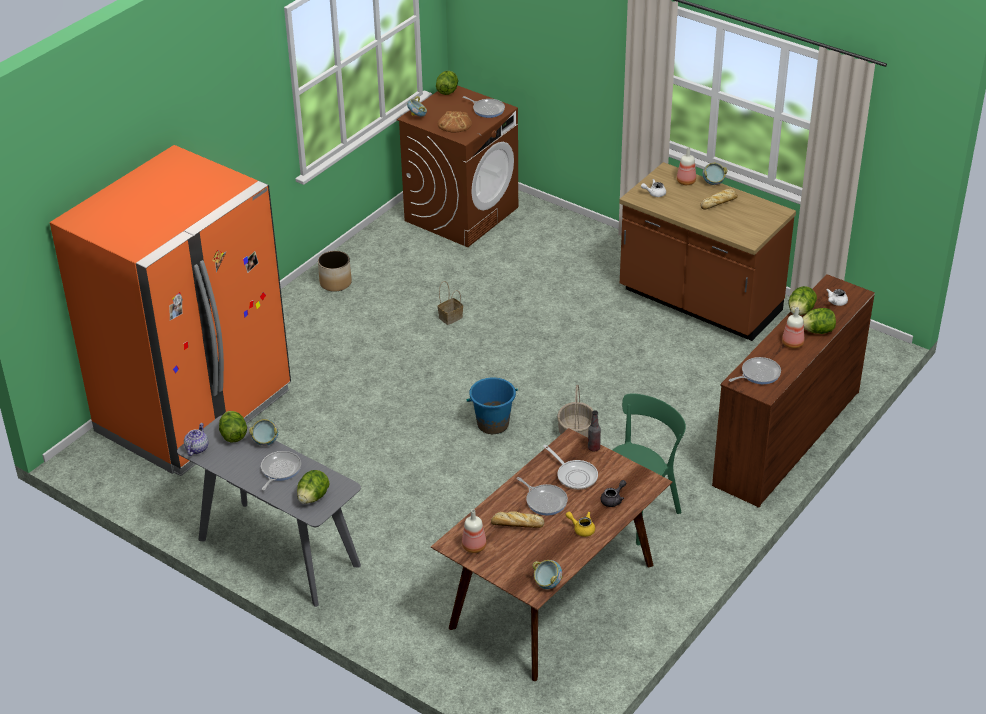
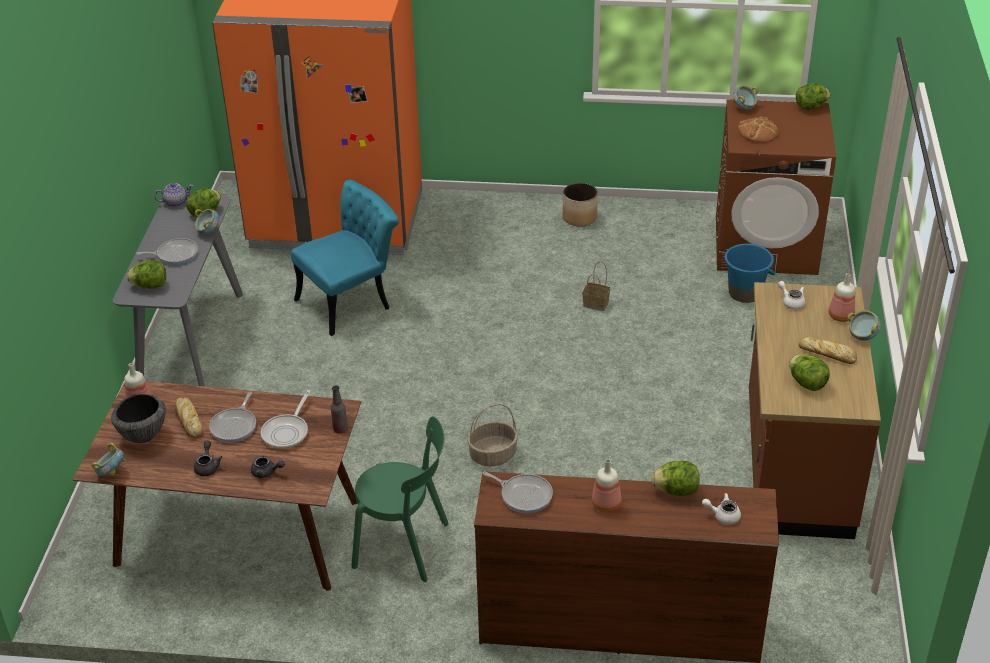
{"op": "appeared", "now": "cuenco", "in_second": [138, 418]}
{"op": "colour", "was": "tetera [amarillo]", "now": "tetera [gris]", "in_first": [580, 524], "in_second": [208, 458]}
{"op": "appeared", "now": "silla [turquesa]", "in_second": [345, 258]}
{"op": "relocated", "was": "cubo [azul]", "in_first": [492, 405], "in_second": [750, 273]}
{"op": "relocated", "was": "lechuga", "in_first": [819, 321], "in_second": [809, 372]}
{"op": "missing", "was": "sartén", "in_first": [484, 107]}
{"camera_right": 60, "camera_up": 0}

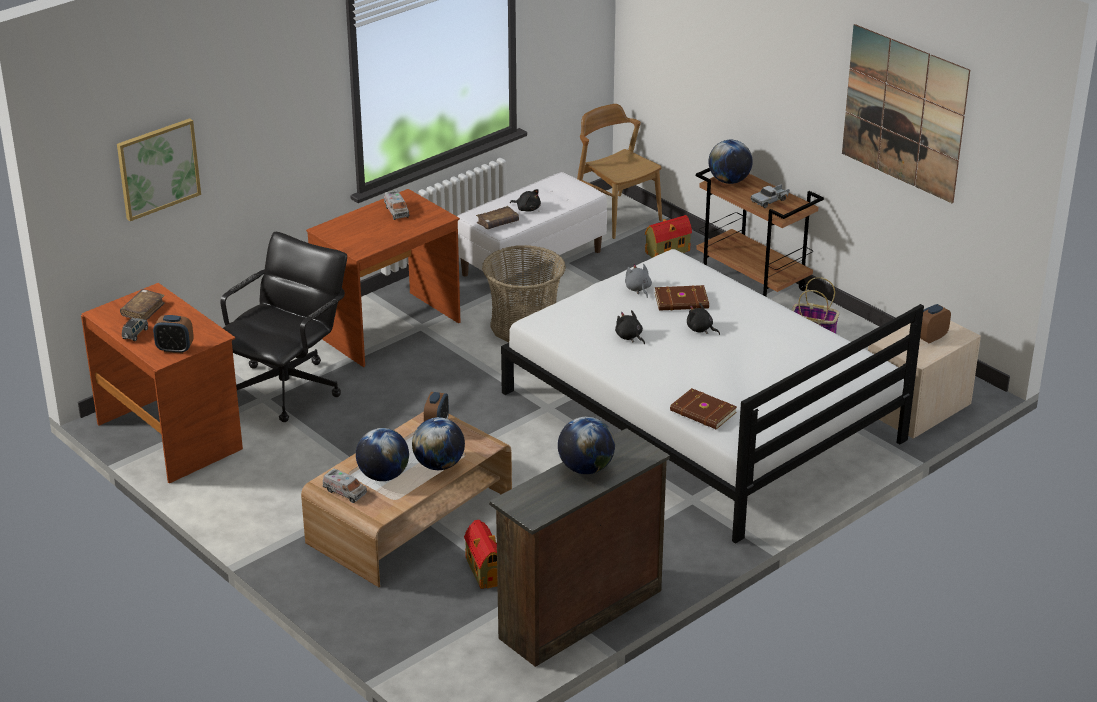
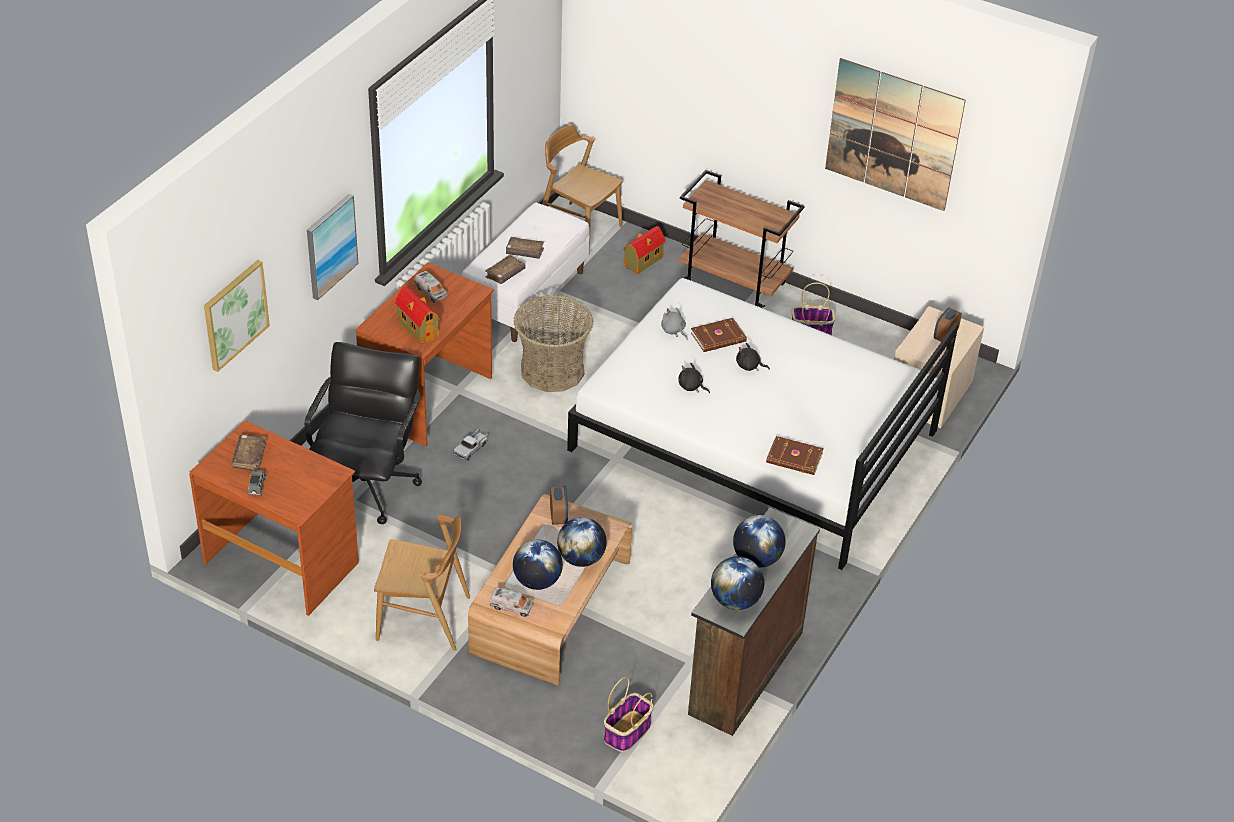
{"op": "appeared", "now": "cuadro", "in_second": [333, 247]}
{"op": "appeared", "now": "silla [marrón]", "in_second": [422, 583]}
{"op": "relocated", "was": "casita", "in_first": [481, 554], "in_second": [417, 315]}
{"op": "relocated", "was": "camión de juguete", "in_first": [770, 196], "in_second": [470, 445]}
{"op": "exchanged", "was": "peluche [negro]", "now": "libro [marrón]", "in_first": [525, 200], "in_second": [525, 248]}
{"op": "appeared", "now": "cesta", "in_second": [628, 714]}
{"op": "relocated", "was": "globo terráqueo", "in_first": [730, 162], "in_second": [737, 583]}
{"op": "missing", "was": "despertador", "in_first": [173, 334]}
{"camera_right": -20, "camera_up": 10}

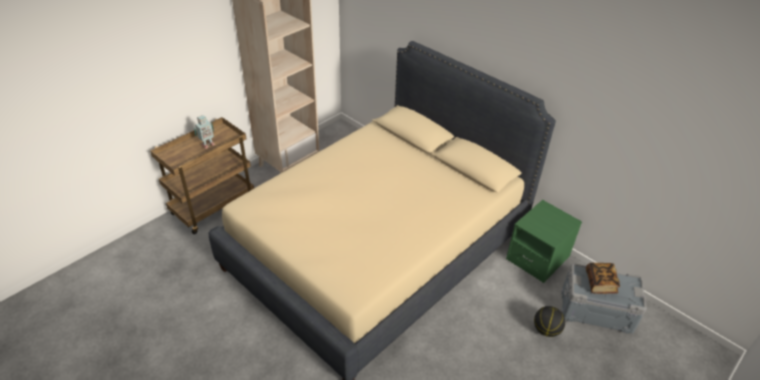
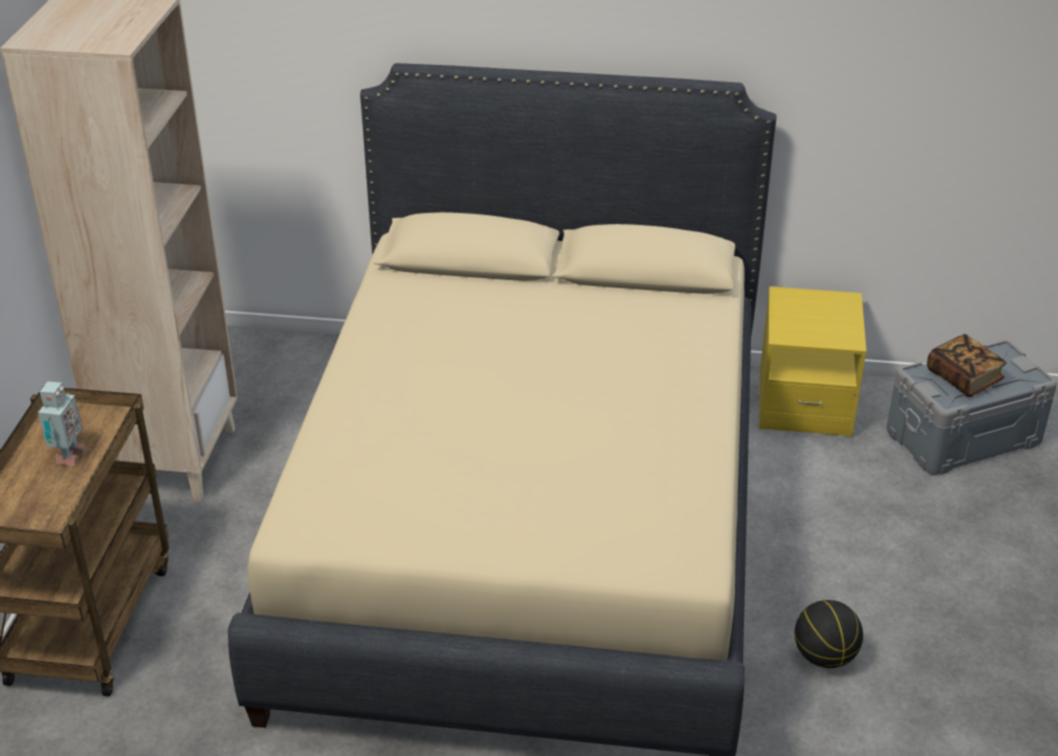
{"op": "colour", "was": "mesita de noche [verde]", "now": "mesita de noche [amarillo]", "in_first": [544, 241], "in_second": [812, 361]}
{"op": "relocated", "was": "balón de baloncesto", "in_first": [549, 321], "in_second": [829, 634]}
{"camera_right": -35, "camera_up": -5}

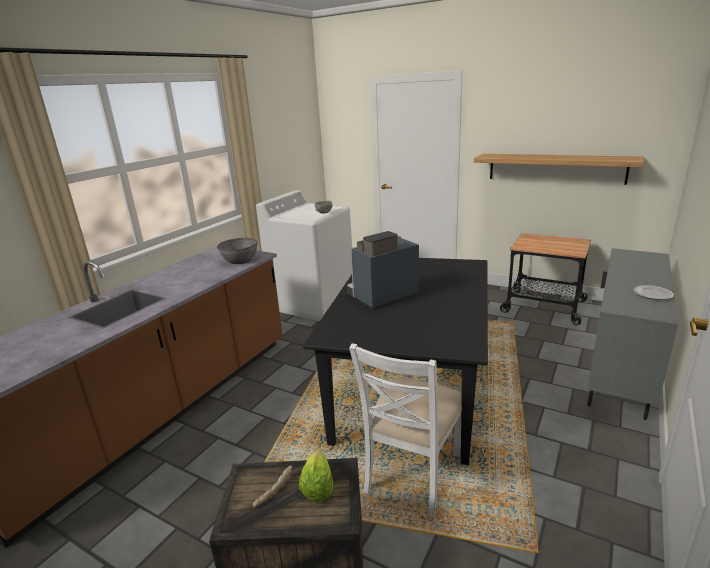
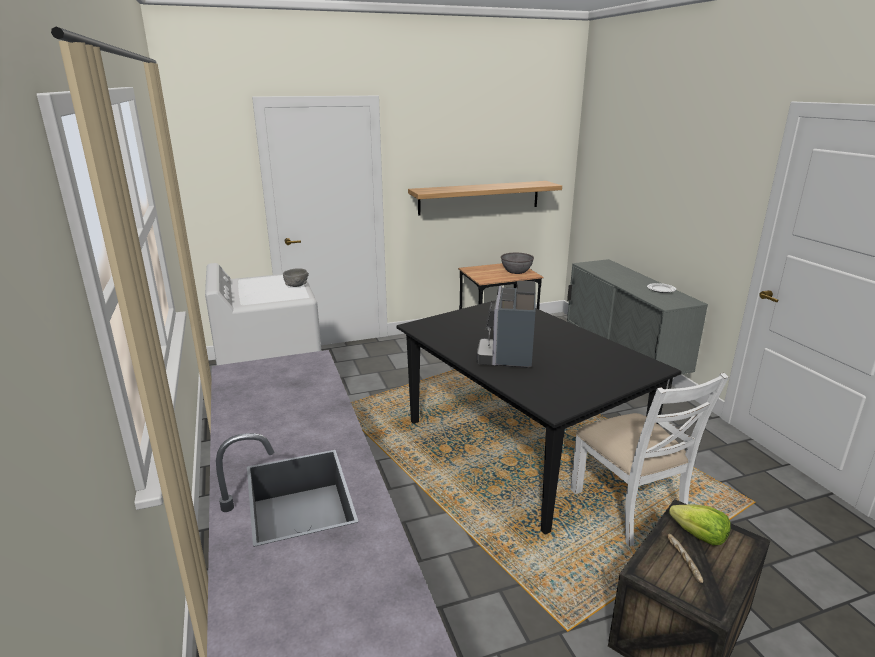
{"op": "relocated", "was": "cuenco [gris]", "in_first": [237, 251], "in_second": [517, 263]}
{"camera_right": -50, "camera_up": 0}

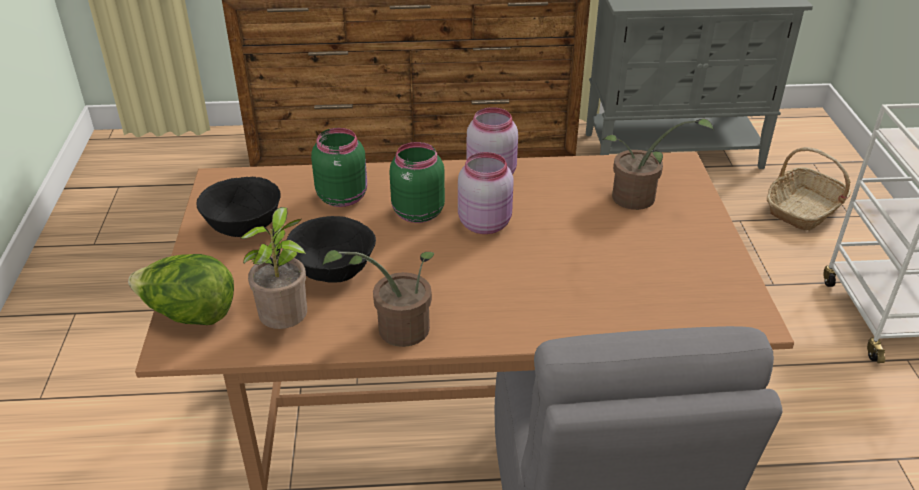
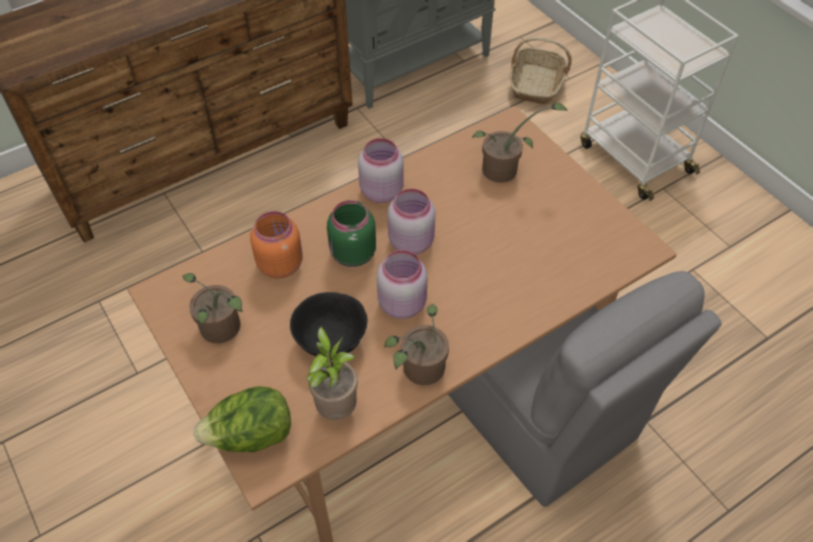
{"op": "exchanged", "was": "cuenco [negro]", "now": "planta en maceta", "in_first": [238, 207], "in_second": [212, 308]}
{"op": "colour", "was": "tarro [verde]", "now": "tarro [naranja]", "in_first": [339, 167], "in_second": [276, 245]}
{"op": "appeared", "now": "tarro [rosa]", "in_second": [402, 284]}
{"camera_right": -30, "camera_up": 15}

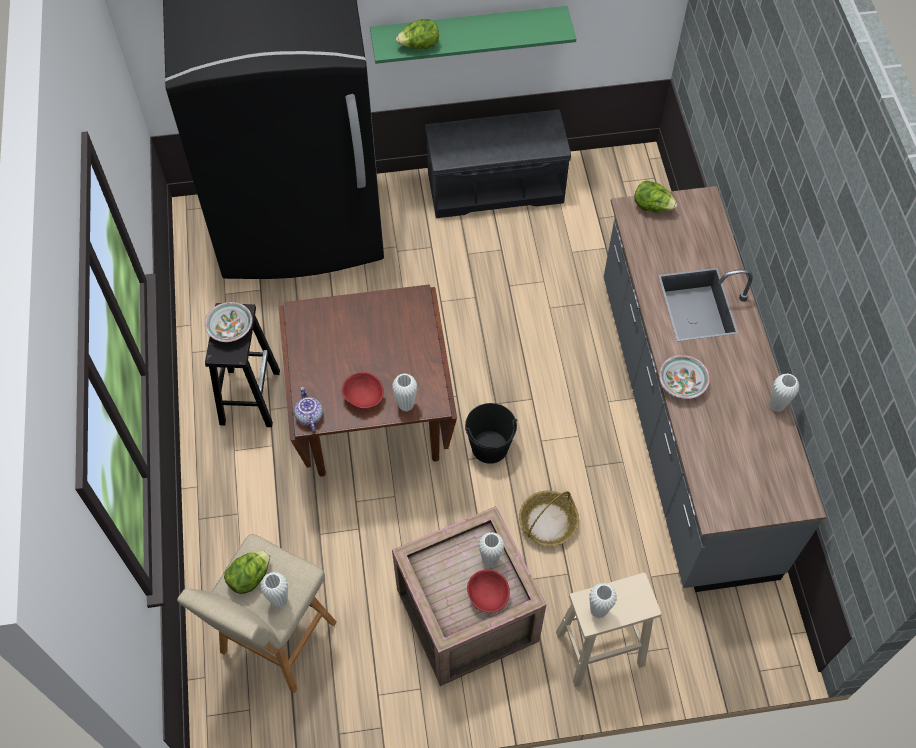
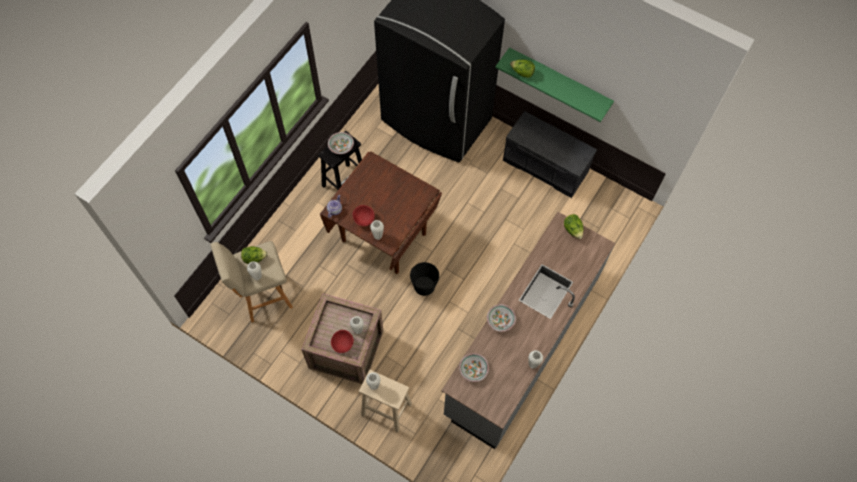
{"op": "appeared", "now": "cuenco", "in_second": [474, 367]}
{"op": "missing", "was": "cesta", "in_first": [549, 518]}
{"camera_right": 40, "camera_up": 5}

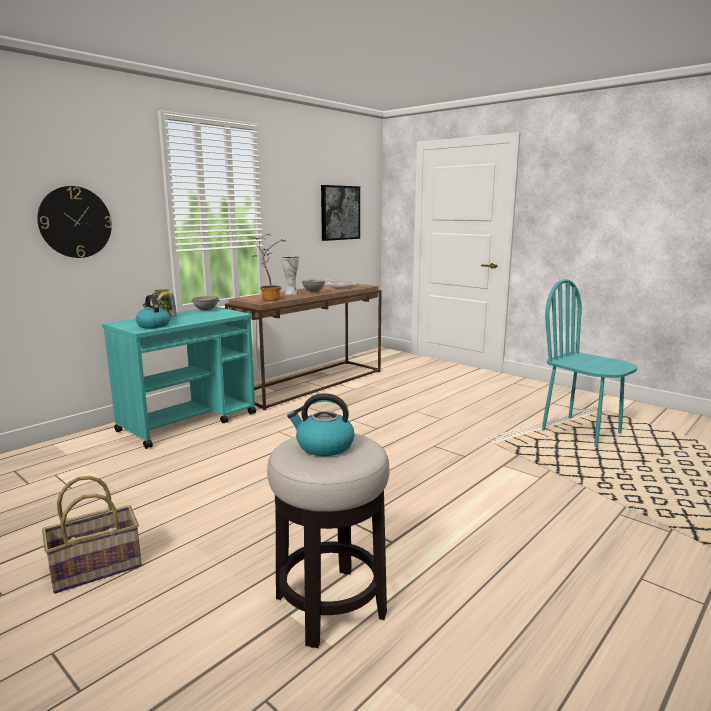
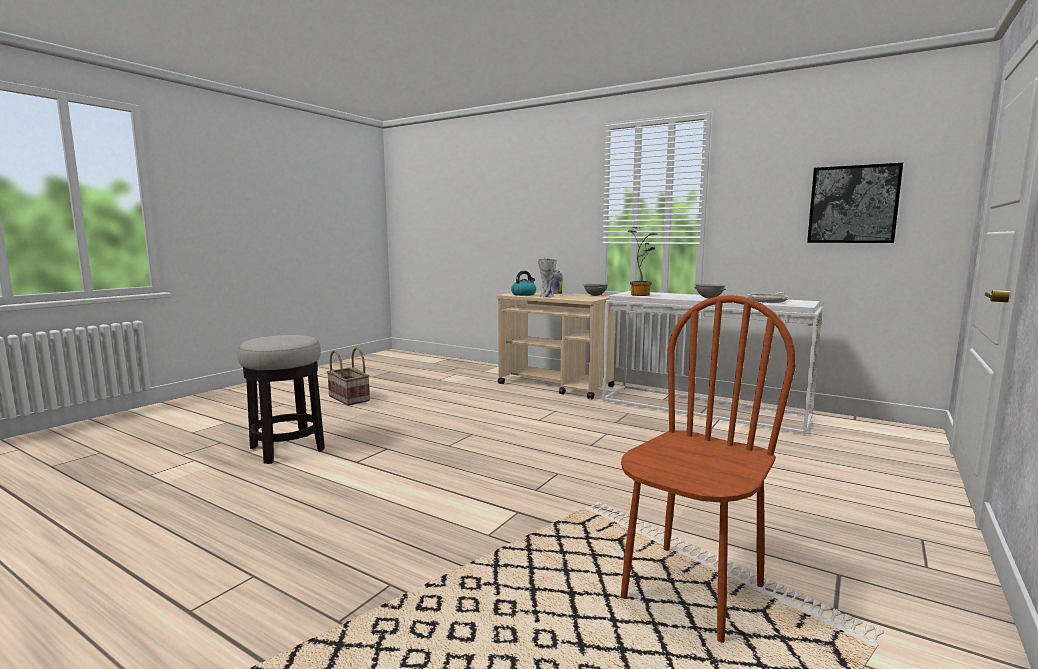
{"op": "colour", "was": "carrito [turquesa]", "now": "carrito [beis]", "in_first": [179, 378], "in_second": [556, 345]}
{"op": "relocated", "was": "florero", "in_first": [290, 275], "in_second": [547, 278]}
{"op": "colour", "was": "mesa consola [marrón]", "now": "mesa consola [blanco]", "in_first": [303, 346], "in_second": [712, 363]}
{"op": "colour", "was": "silla [turquesa]", "now": "silla [marrón]", "in_first": [589, 363], "in_second": [708, 469]}
{"op": "missing", "was": "reloj de pared", "in_first": [74, 222]}
{"op": "missing", "was": "hervidor", "in_first": [321, 424]}
{"camera_right": 80, "camera_up": -5}

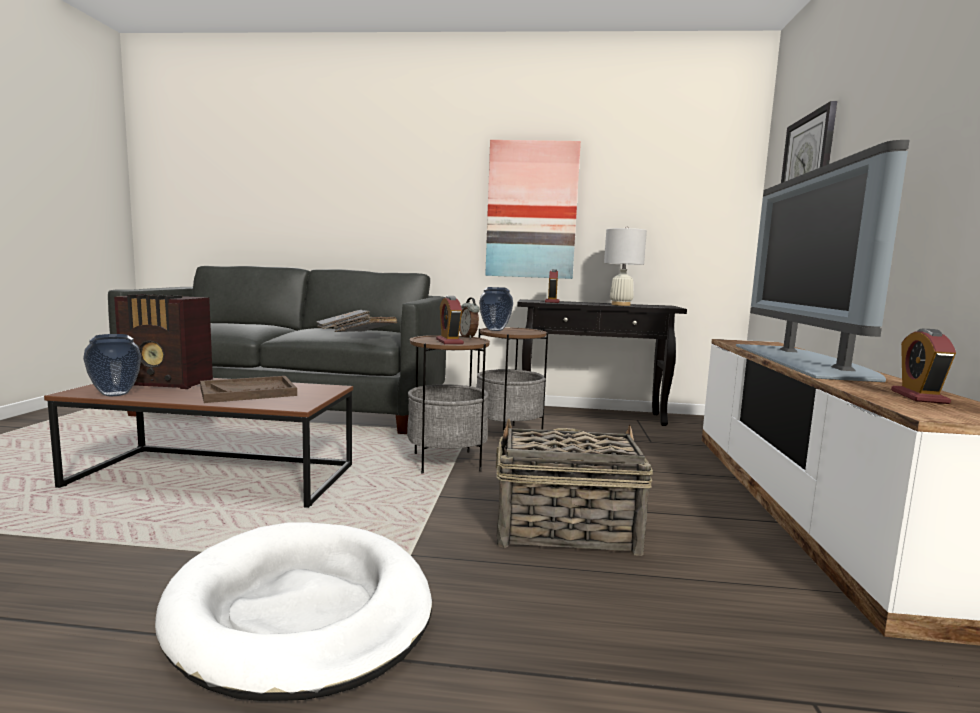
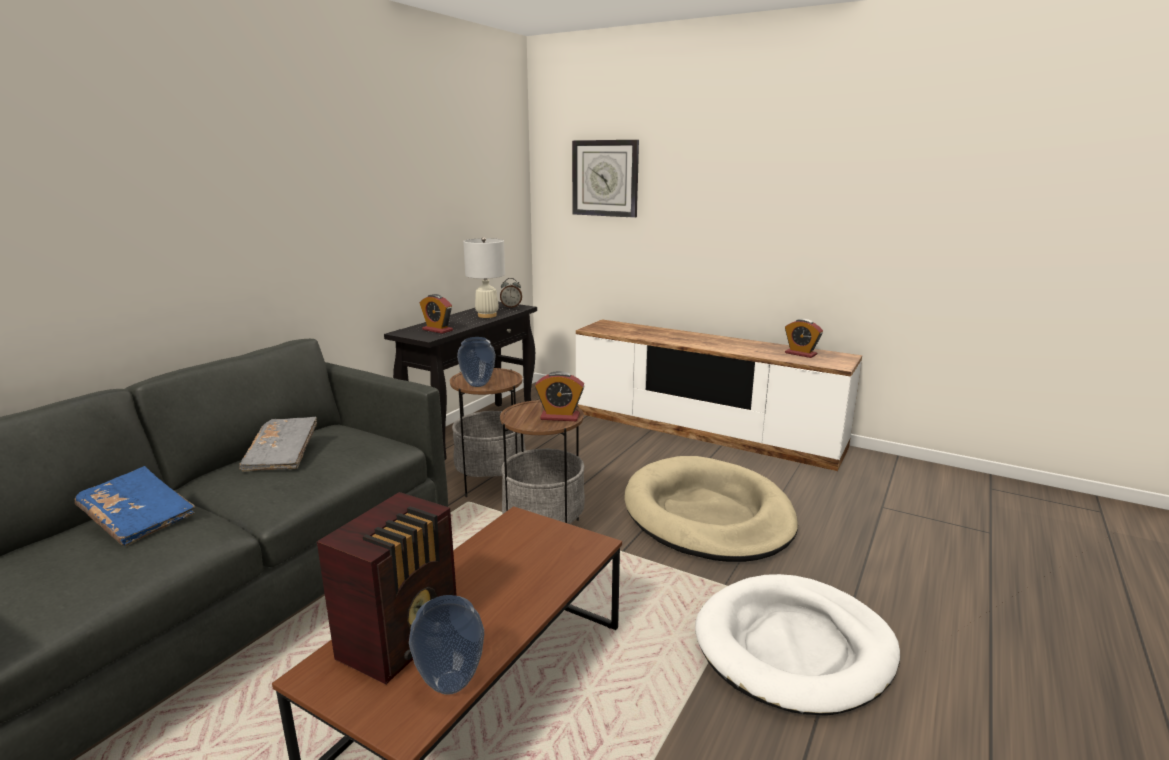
{"op": "appeared", "now": "libro [azul]", "in_second": [134, 506]}
{"op": "relocated", "was": "despertador", "in_first": [469, 318], "in_second": [511, 293]}
{"op": "exchanged", "was": "cesta", "now": "cama para perro [beis]", "in_first": [574, 487], "in_second": [711, 509]}
{"op": "missing", "was": "bandeja [marrón]", "in_first": [248, 389]}
{"op": "missing", "was": "libro [gris]", "in_first": [366, 324]}
{"op": "missing", "was": "cuadro", "in_first": [533, 209]}
{"op": "missing", "was": "televisor", "in_first": [823, 261]}
{"camera_right": -65, "camera_up": 10}

